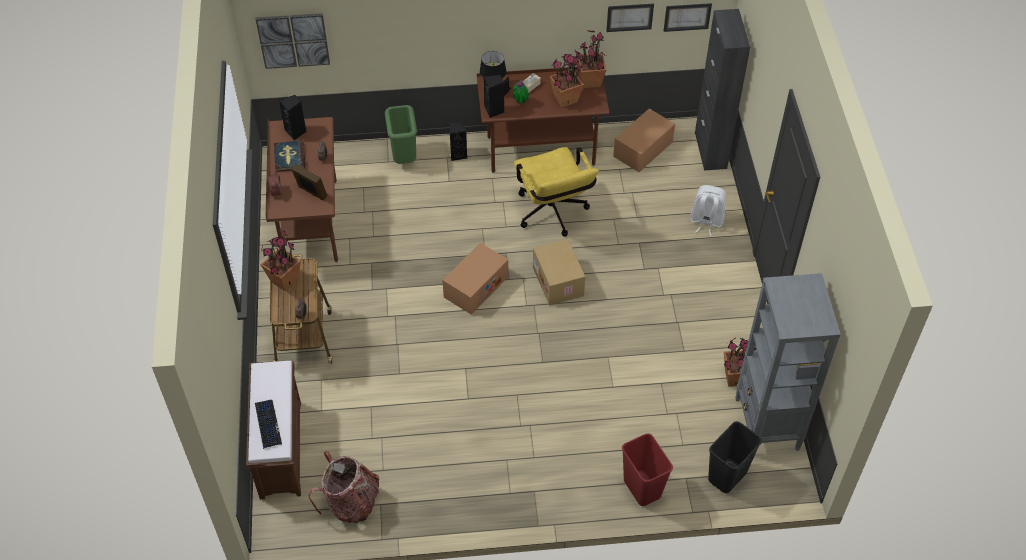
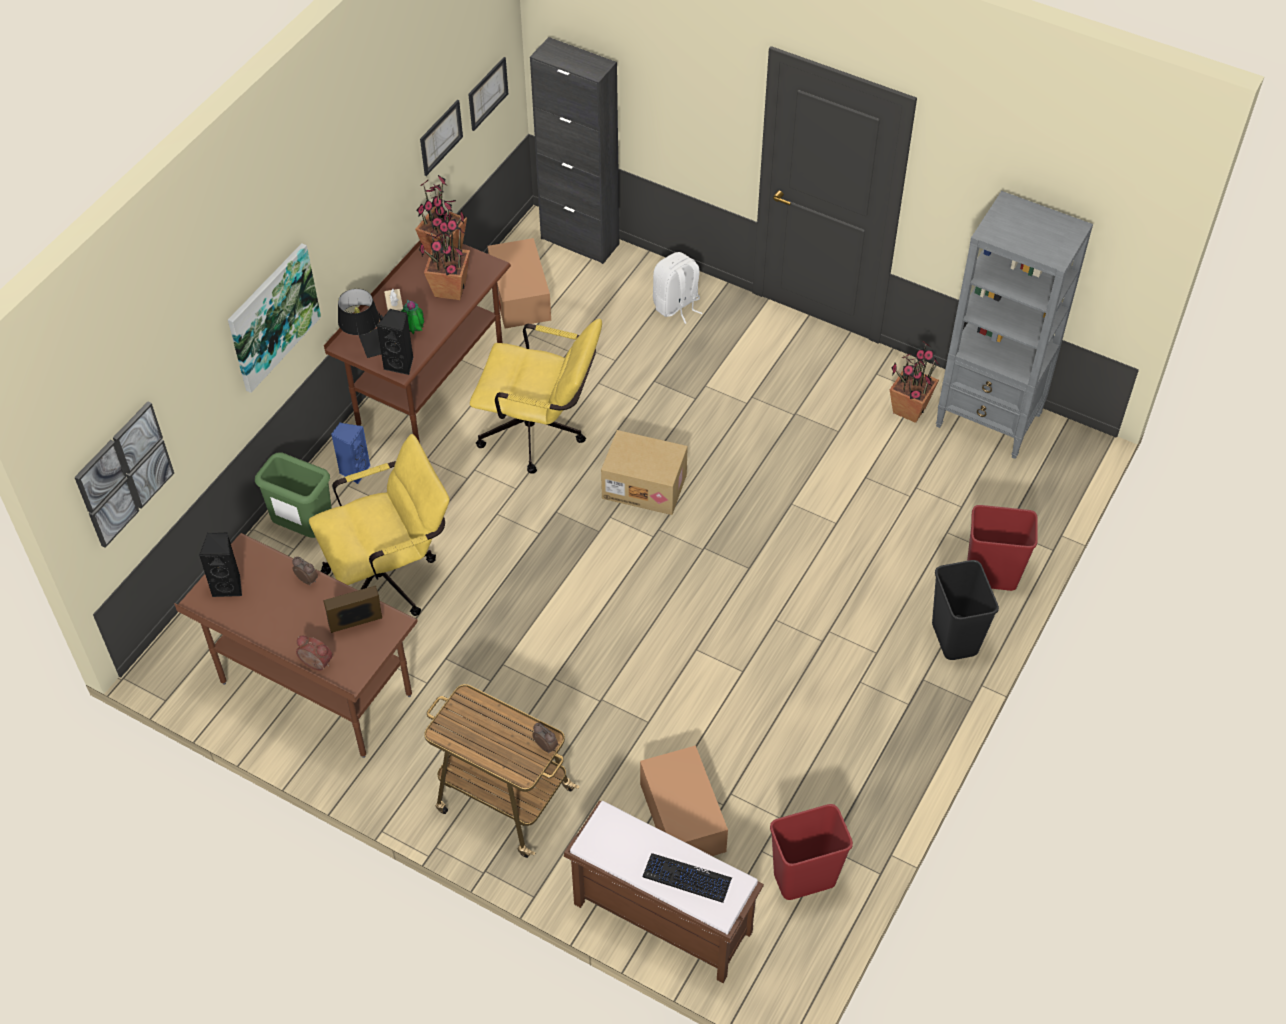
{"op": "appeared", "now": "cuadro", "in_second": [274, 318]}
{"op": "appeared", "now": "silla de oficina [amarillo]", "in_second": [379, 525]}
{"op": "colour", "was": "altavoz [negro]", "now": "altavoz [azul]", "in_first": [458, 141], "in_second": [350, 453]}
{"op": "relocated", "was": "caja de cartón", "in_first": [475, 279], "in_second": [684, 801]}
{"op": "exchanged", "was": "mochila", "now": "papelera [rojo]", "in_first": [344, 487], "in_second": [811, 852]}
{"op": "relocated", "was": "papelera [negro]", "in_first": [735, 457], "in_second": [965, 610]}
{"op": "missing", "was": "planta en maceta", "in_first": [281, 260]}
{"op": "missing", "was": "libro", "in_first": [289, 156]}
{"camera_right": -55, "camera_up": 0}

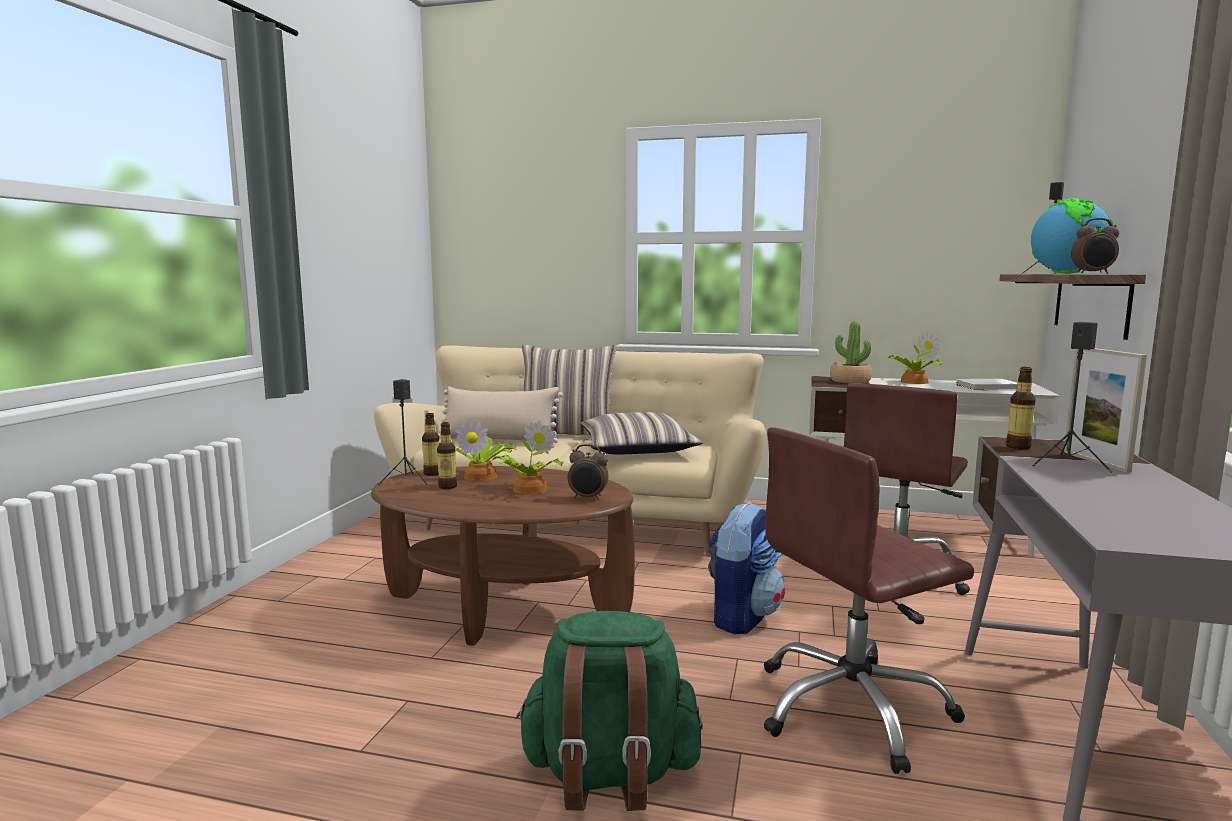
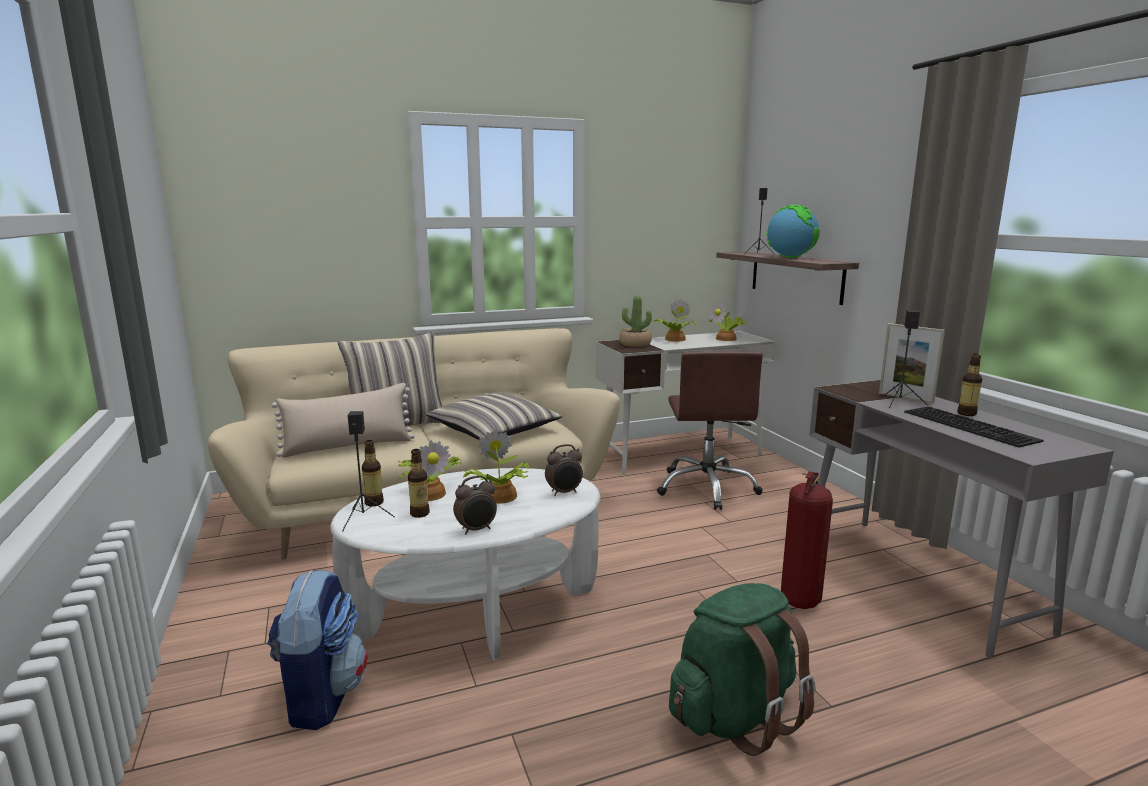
{"op": "relocated", "was": "mochila", "in_first": [747, 568], "in_second": [317, 650]}
{"op": "colour", "was": "mesa de centro [marrón]", "now": "mesa de centro [blanco]", "in_first": [503, 556], "in_second": [465, 564]}
{"op": "relocated", "was": "despertador", "in_first": [1095, 246], "in_second": [475, 505]}
{"op": "exchanged", "was": "libro [blanco]", "now": "planta en maceta", "in_first": [986, 384], "in_second": [728, 321]}
{"op": "exchanged", "was": "silla de oficina [marrón]", "now": "extintor", "in_first": [869, 600], "in_second": [807, 540]}
{"op": "appeared", "now": "teclado", "in_second": [974, 427]}
{"op": "relocated", "was": "botella", "in_first": [1021, 408], "in_second": [969, 385]}
{"camera_right": -35, "camera_up": 5}

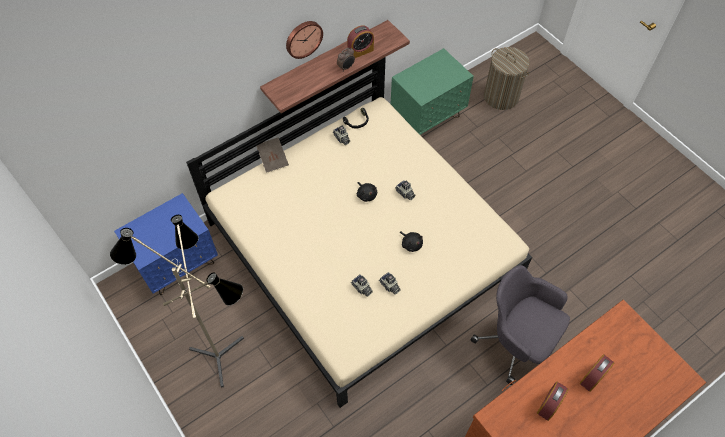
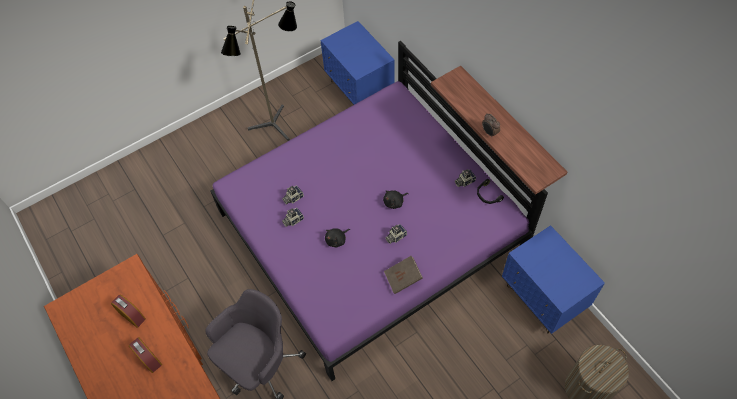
{"op": "colour", "was": "cama [beis]", "now": "cama [morado]", "in_first": [359, 232], "in_second": [379, 211]}
{"op": "relocated", "was": "libro [marrón]", "in_first": [272, 155], "in_second": [403, 275]}
{"op": "colour", "was": "mesita de noche [verde]", "now": "mesita de noche [azul]", "in_first": [432, 92], "in_second": [553, 279]}
{"op": "missing", "was": "reloj de pared", "in_first": [304, 40]}
{"op": "missing", "was": "despertador", "in_first": [360, 41]}
{"camera_right": 95, "camera_up": 0}

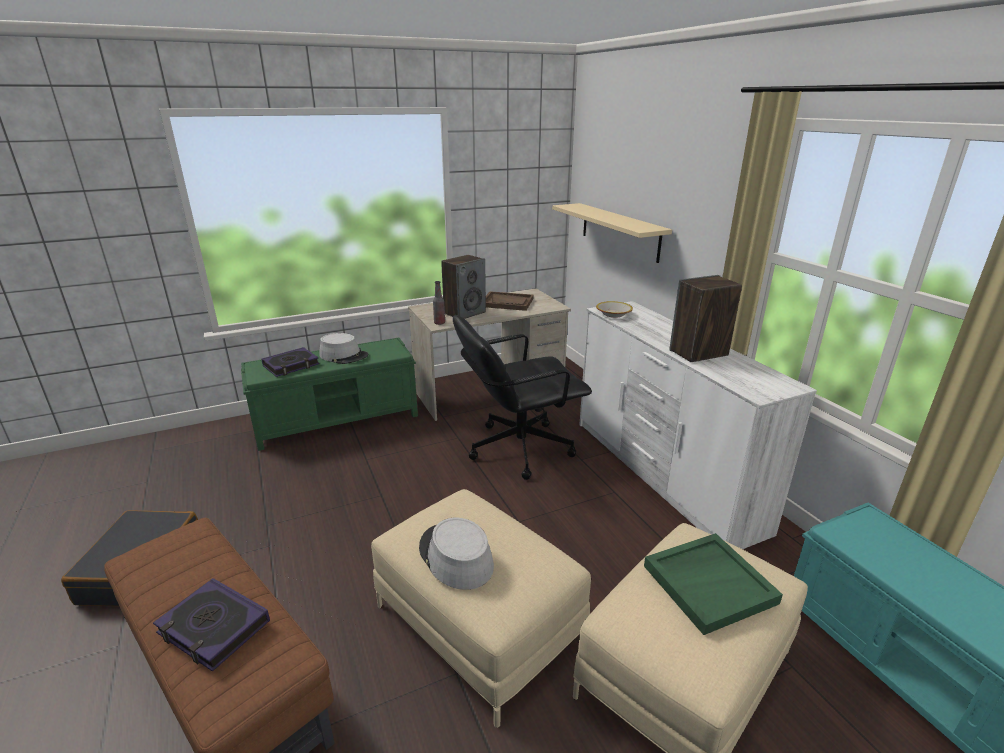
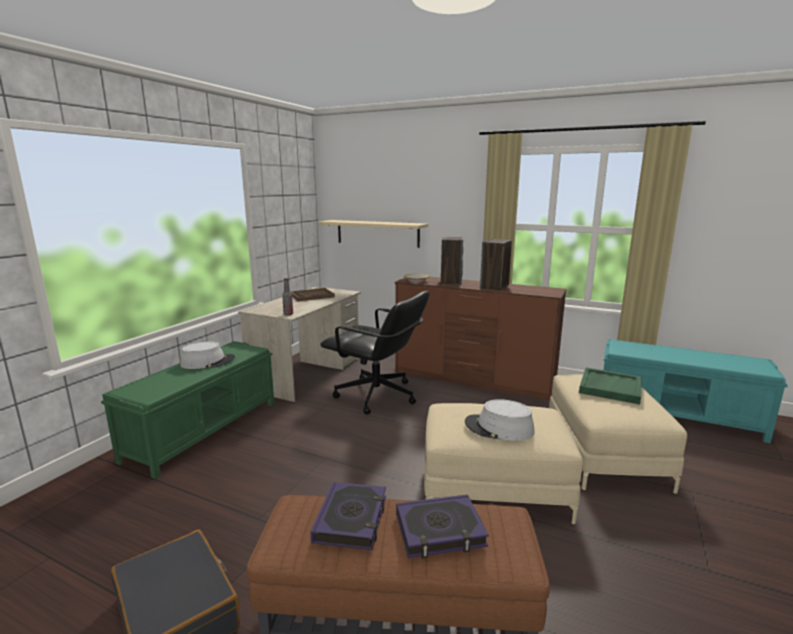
{"op": "relocated", "was": "libro", "in_first": [290, 362], "in_second": [348, 516]}
{"op": "spun", "was": "silla de oficina [negro]", "in_first": [522, 397], "in_second": [374, 352], "clockwise": -90}
{"op": "colour", "was": "cómoda [blanco]", "now": "cómoda [marrón]", "in_first": [698, 425], "in_second": [481, 339]}
{"op": "relocated", "was": "altavoz", "in_first": [463, 287], "in_second": [452, 261]}
{"camera_right": -40, "camera_up": -10}

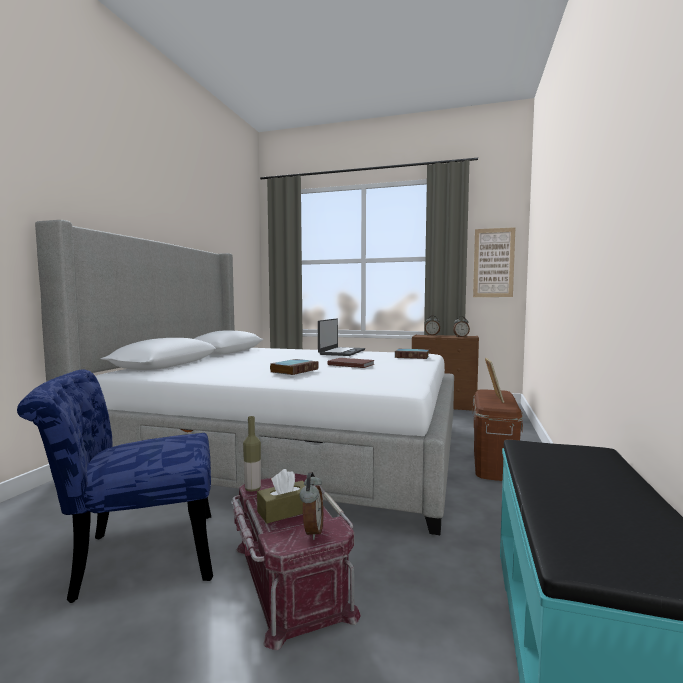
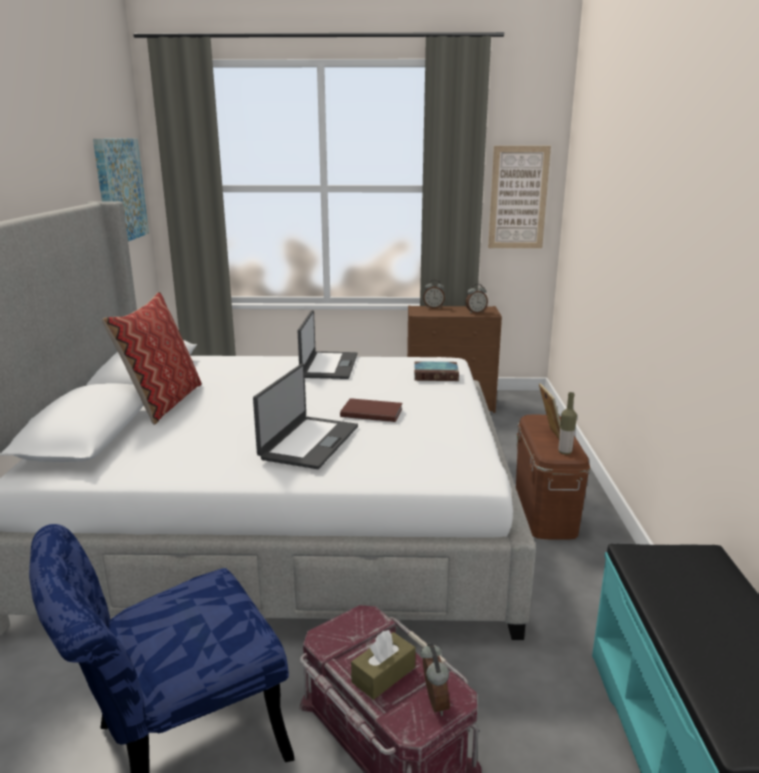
{"op": "appeared", "now": "cuadro", "in_second": [121, 190]}
{"op": "appeared", "now": "cojín", "in_second": [152, 358]}
{"op": "exchanged", "was": "libro", "now": "portátil", "in_first": [294, 367], "in_second": [305, 416]}
{"op": "relocated", "was": "botella", "in_first": [252, 454], "in_second": [567, 423]}
{"camera_right": -15, "camera_up": 15}

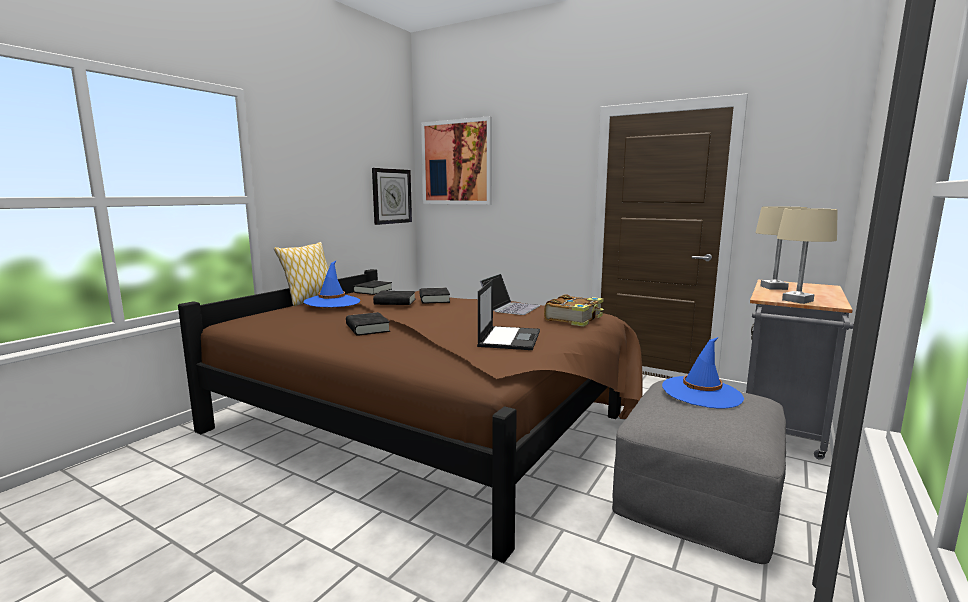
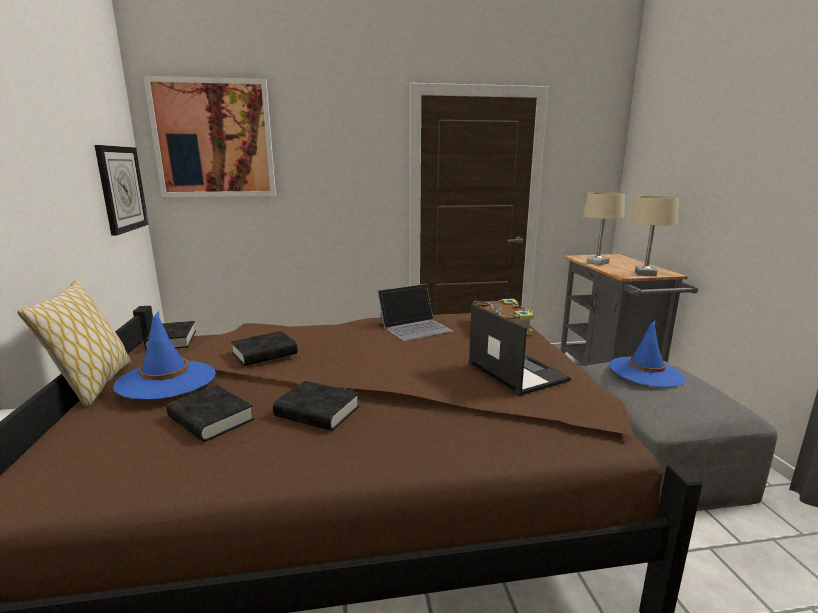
{"op": "relocated", "was": "libro [negro]", "in_first": [434, 296], "in_second": [210, 413]}
{"op": "spun", "was": "portátil", "in_first": [510, 294], "in_second": [415, 312], "clockwise": 75}
{"camera_right": -40, "camera_up": 5}

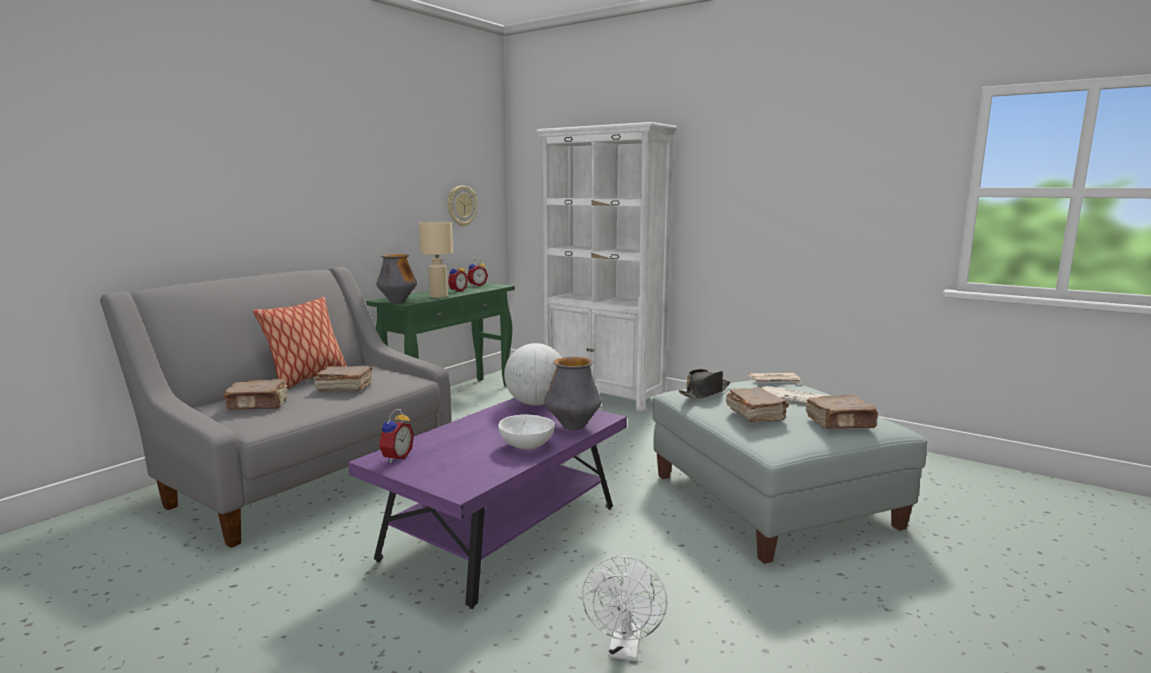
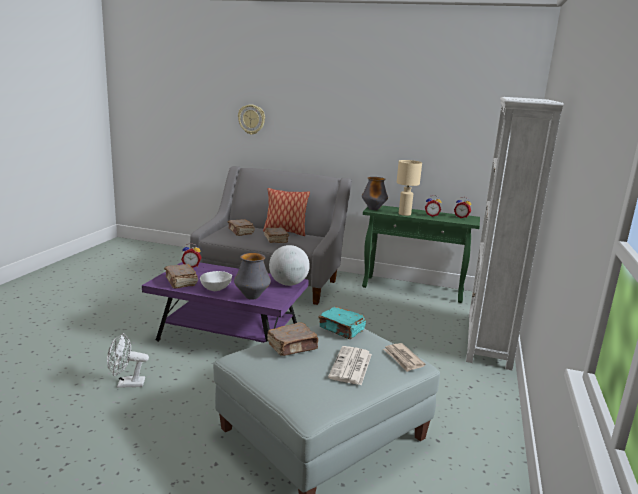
{"op": "relocated", "was": "libro [marrón]", "in_first": [842, 411], "in_second": [181, 276]}
{"op": "relocated", "was": "reloj de pared", "in_first": [462, 206], "in_second": [251, 119]}
{"op": "exchanged", "was": "sombrero [negro]", "now": "libro [turquesa]", "in_first": [704, 384], "in_second": [342, 323]}
{"camera_right": 70, "camera_up": 5}

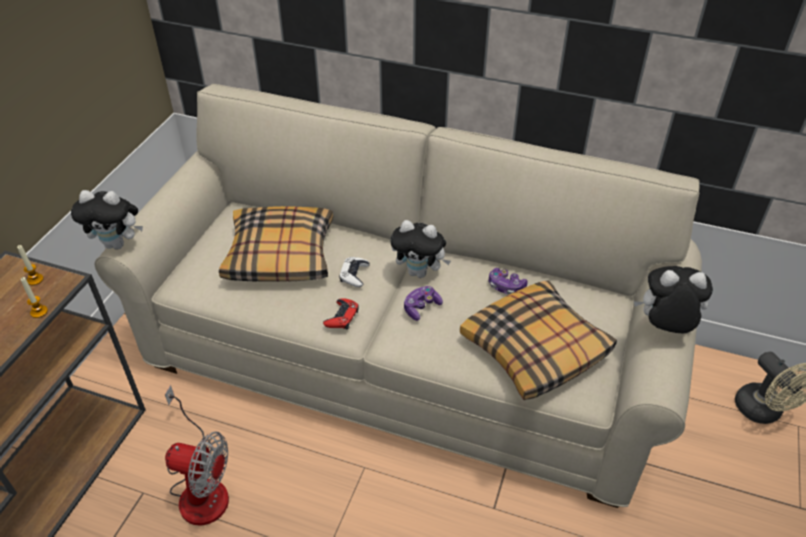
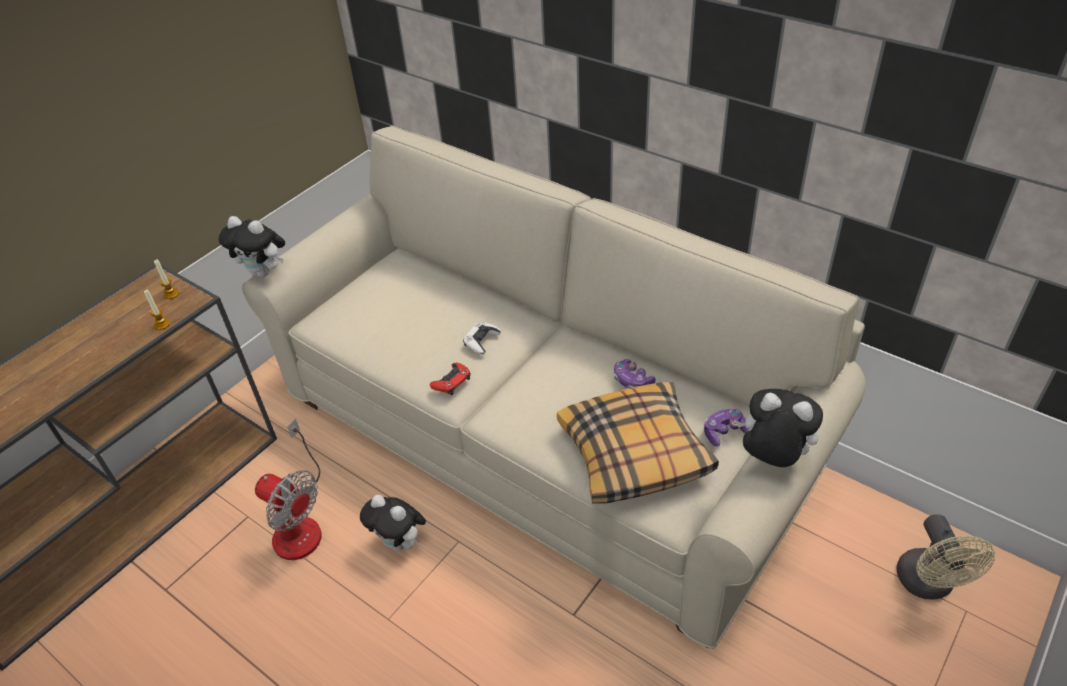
{"op": "relocated", "was": "peluche", "in_first": [420, 249], "in_second": [393, 523]}
{"op": "relocated", "was": "mando de consola", "in_first": [423, 303], "in_second": [726, 427]}
{"op": "missing", "was": "cojín", "in_first": [276, 244]}
{"camera_right": 20, "camera_up": 0}

